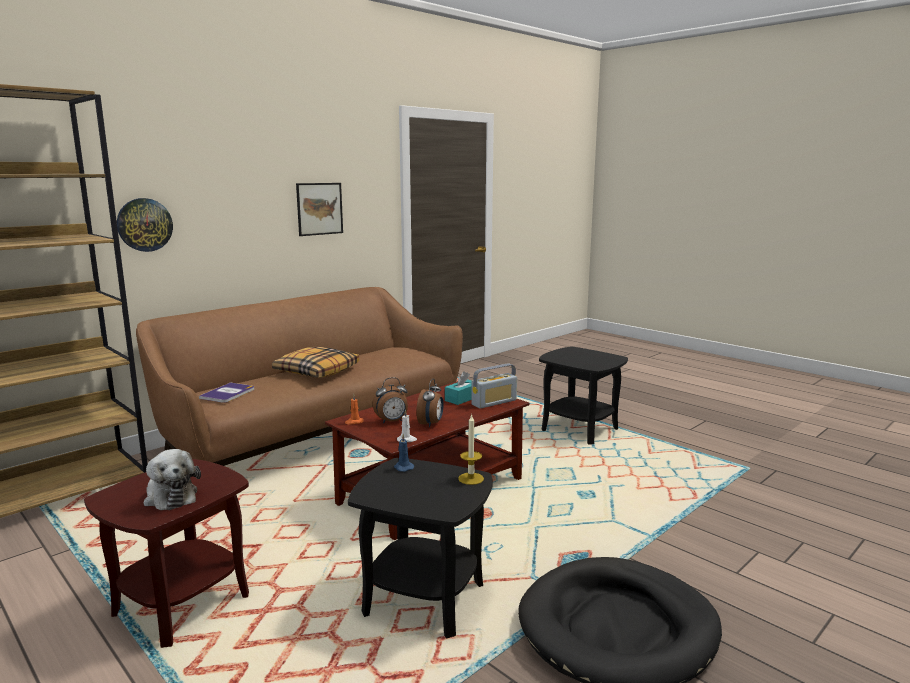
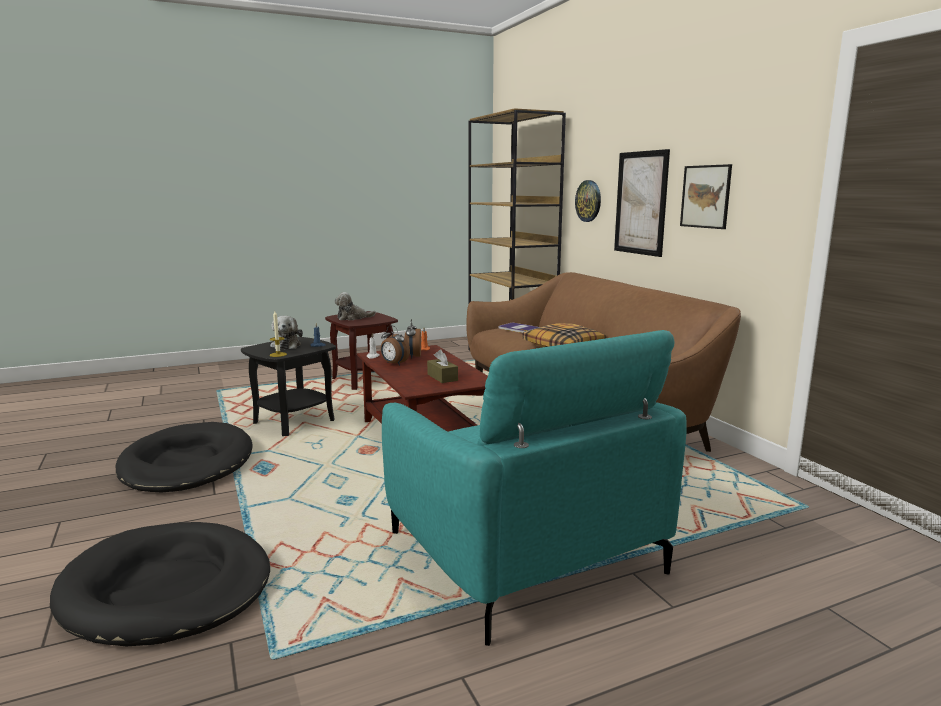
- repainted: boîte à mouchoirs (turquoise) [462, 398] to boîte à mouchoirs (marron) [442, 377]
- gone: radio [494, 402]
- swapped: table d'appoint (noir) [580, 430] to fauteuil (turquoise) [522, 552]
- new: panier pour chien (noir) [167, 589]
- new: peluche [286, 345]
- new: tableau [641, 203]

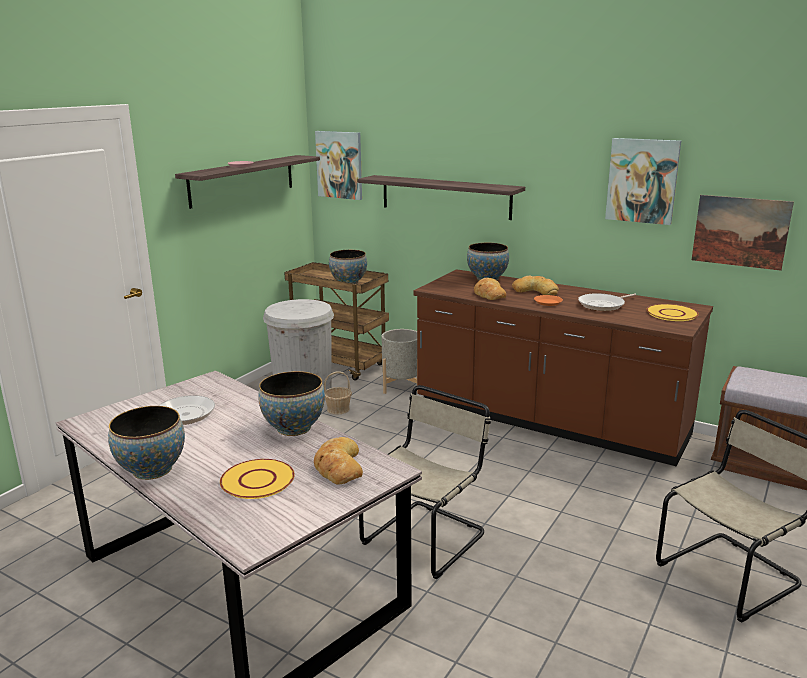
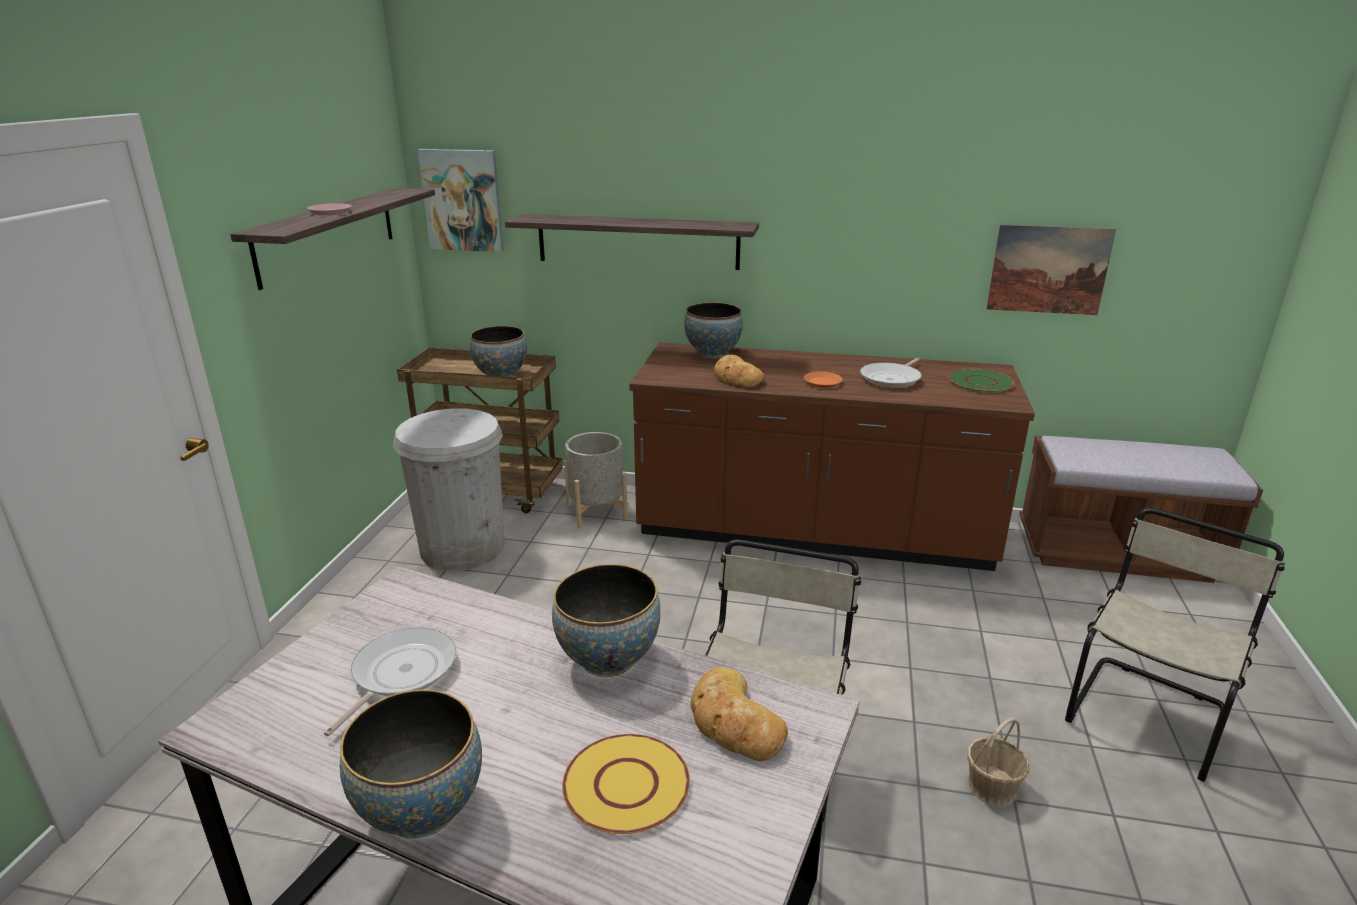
- shifted: panier [338, 409] to [992, 786]
- gone: pain [535, 291]
- gone: tableau [642, 180]
- repainted: assiette (jaune) [671, 313] to assiette (vert) [980, 382]

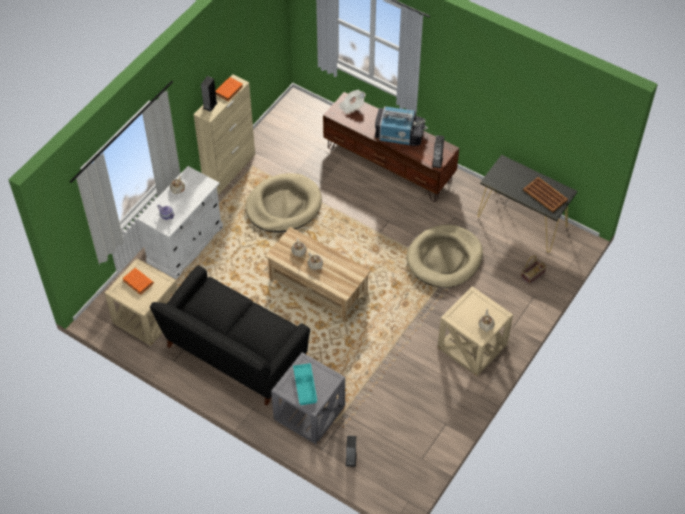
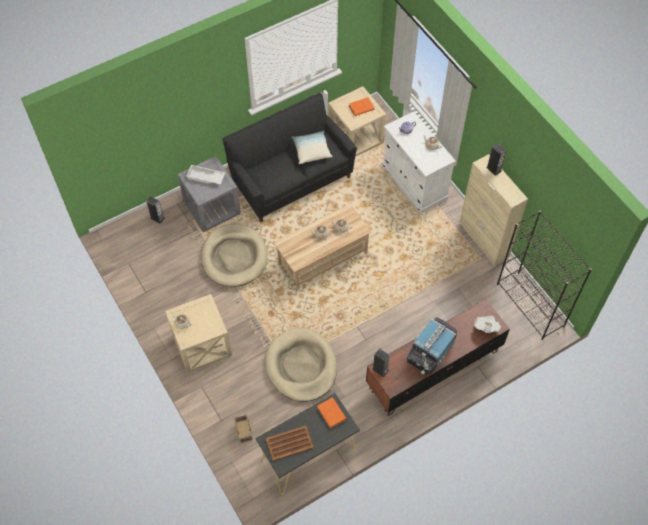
- shifted: livre (orange) [229, 89] to [332, 414]
- shifted: panier pour chien (beige) [283, 206] to [234, 257]
- repainted: plateau (turquoise) [305, 386] to plateau (blanc) [205, 177]
- new: coussin [311, 151]
- new: bibliothèque (noir) [530, 305]

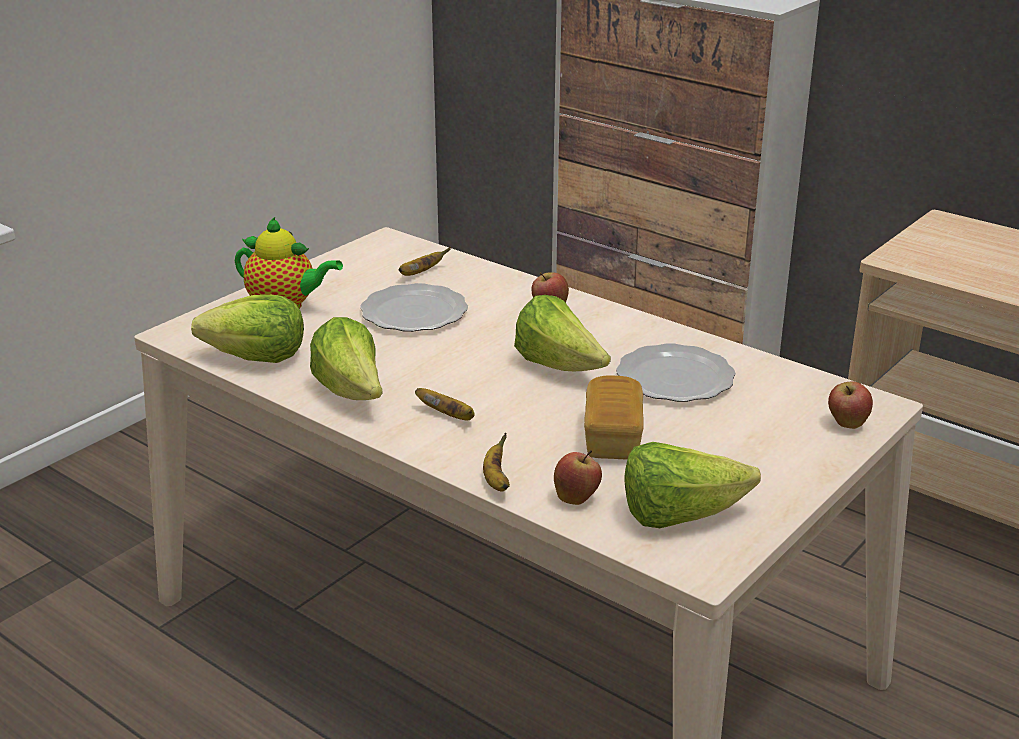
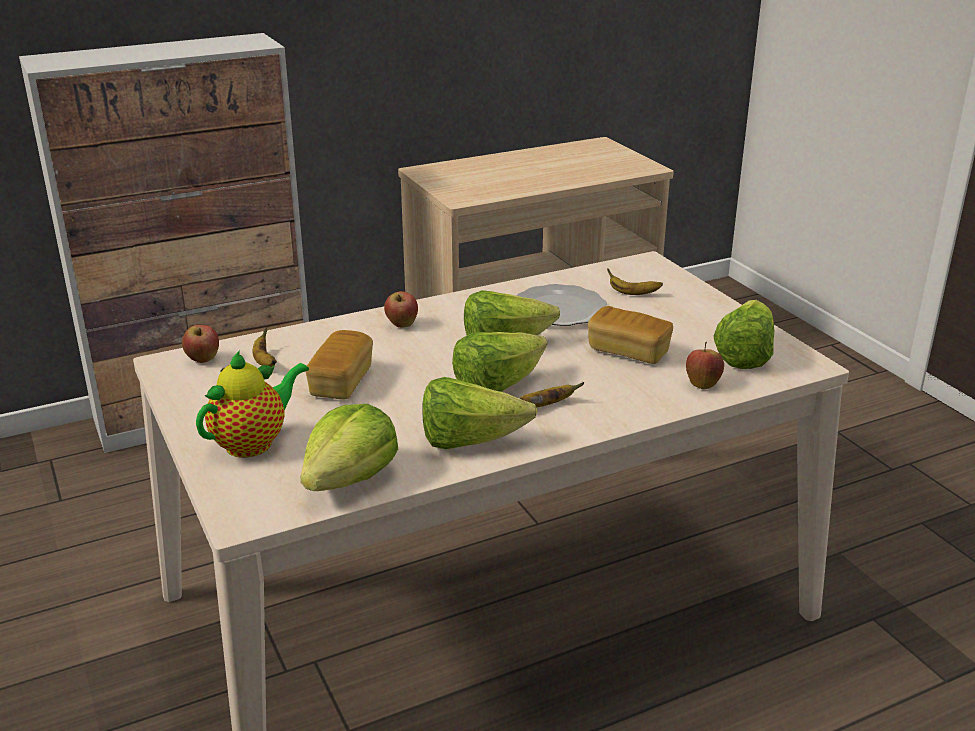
- swapped: assiette [413, 312] to pain [341, 382]
- shifted: banane [496, 480] to [632, 293]
- shifted: pomme [847, 424] to [203, 360]
- new: laitue [497, 386]

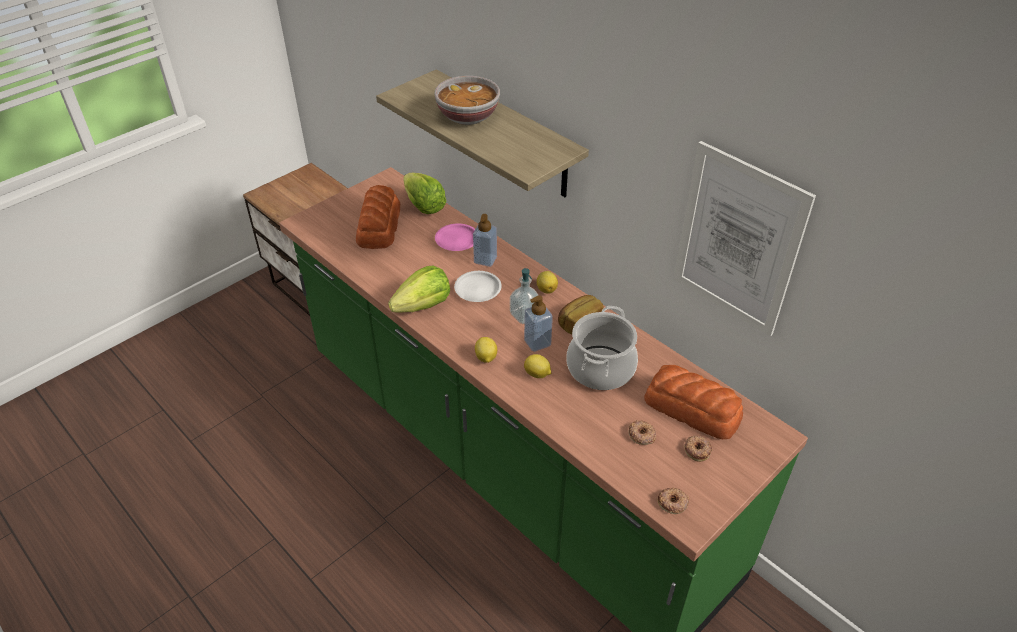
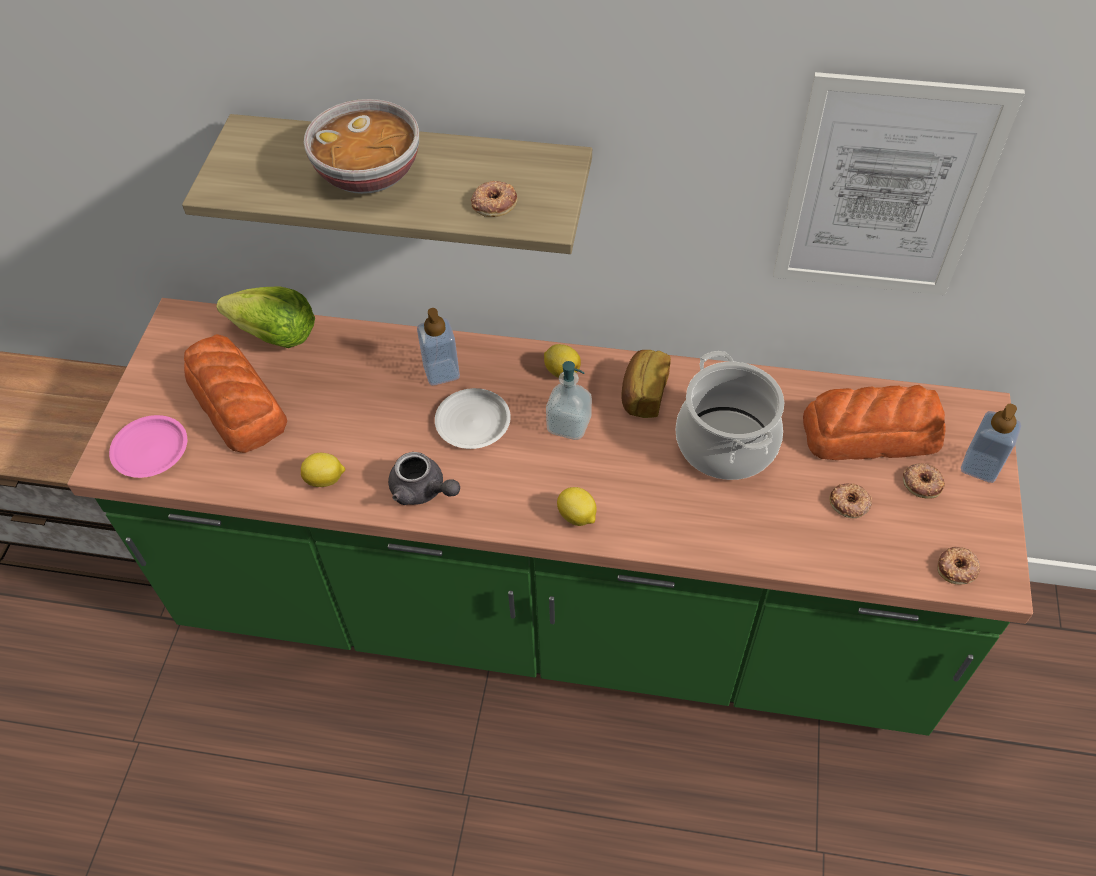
- swapped: laitue [423, 306] to théière (gris) [423, 491]
- shifted: assiette (rose) [457, 240] to [151, 450]
- shifted: distributeur de savon [537, 342] to [980, 466]
- shifted: citron [537, 374] to [325, 480]
- new: beignet [494, 202]

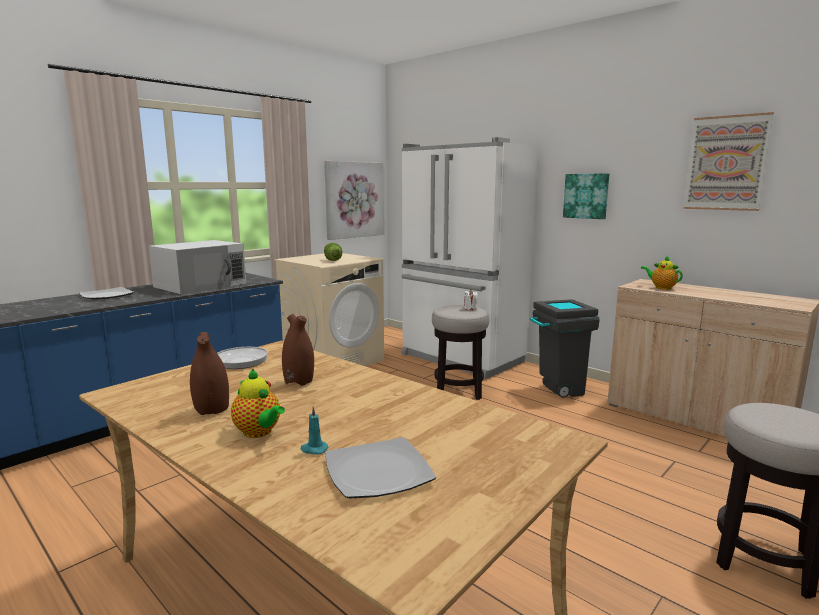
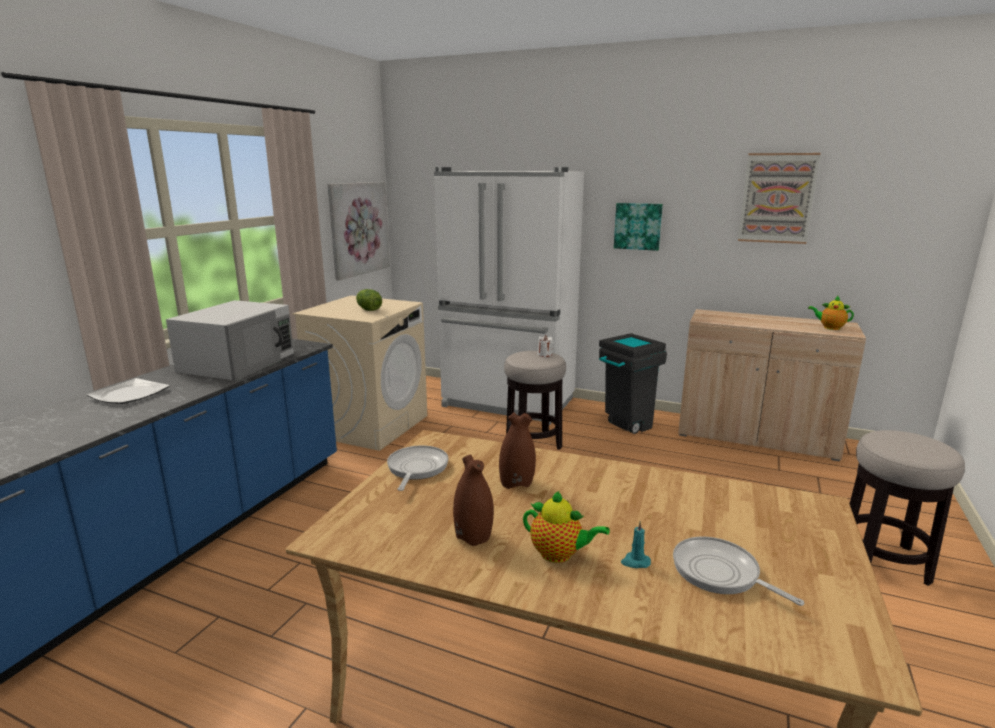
- swapped: assiette [377, 472] to poêle [720, 573]
- shifted: théière [661, 288] to [829, 327]

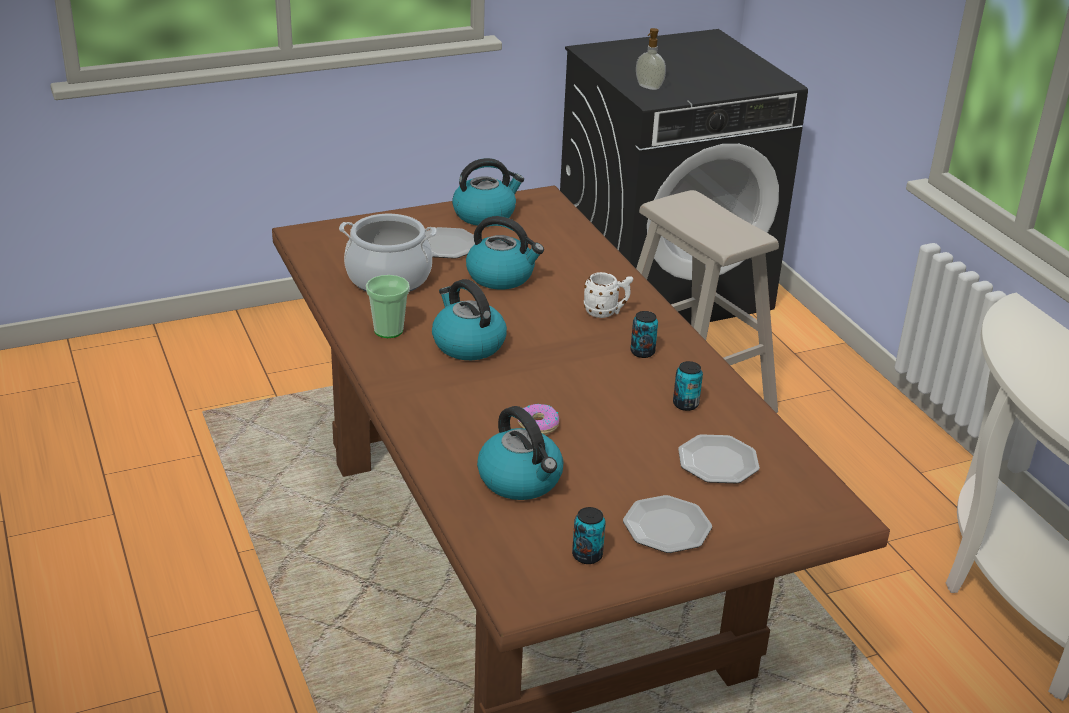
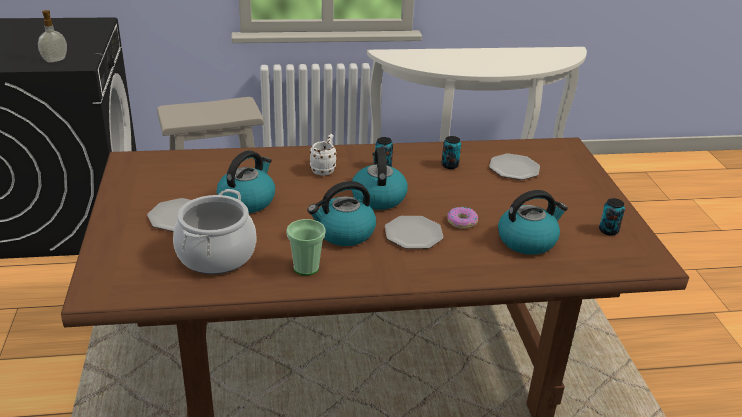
- shifted: bouilloire [485, 214] to [378, 197]
- shifted: assiette [667, 527] to [413, 234]

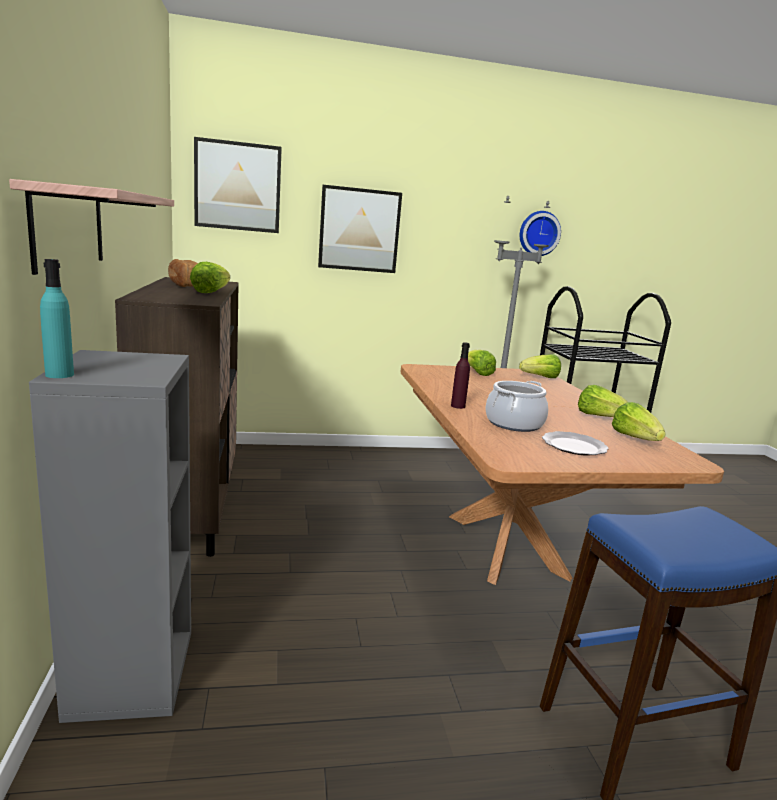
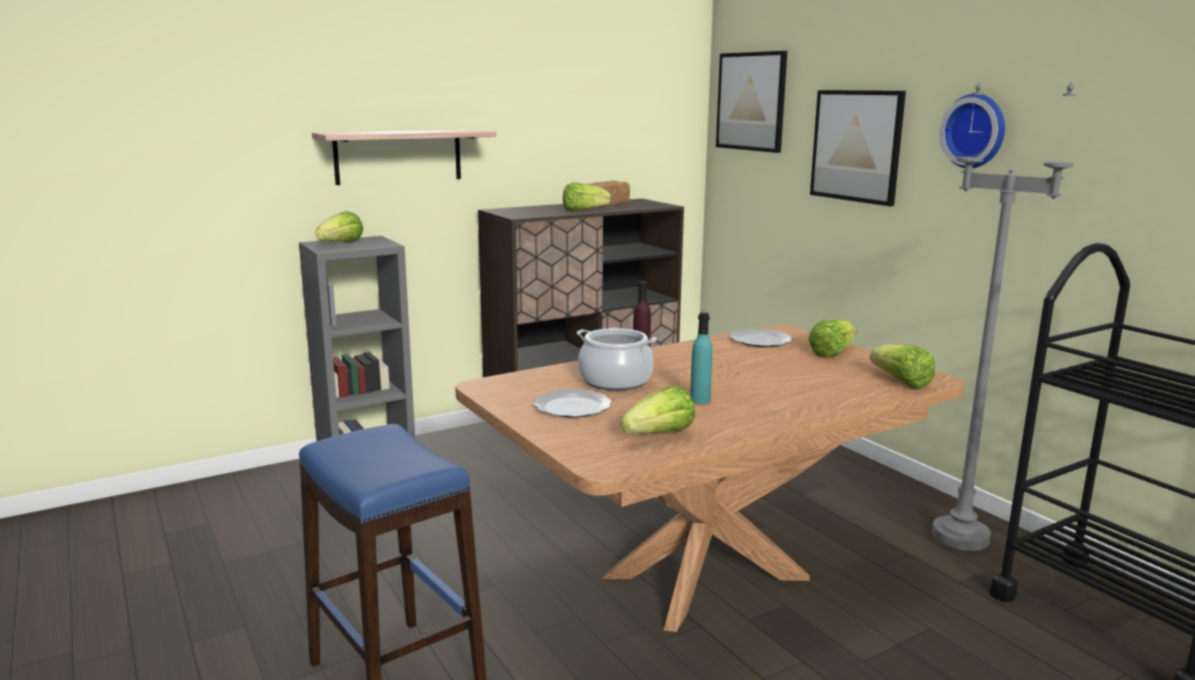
- shifted: bouteille (turquoise) [59, 375] to [700, 400]
- shifted: horloge murale [538, 233] to [976, 131]
- shifted: laitue [600, 417] to [341, 244]
- new: assiette [761, 340]

